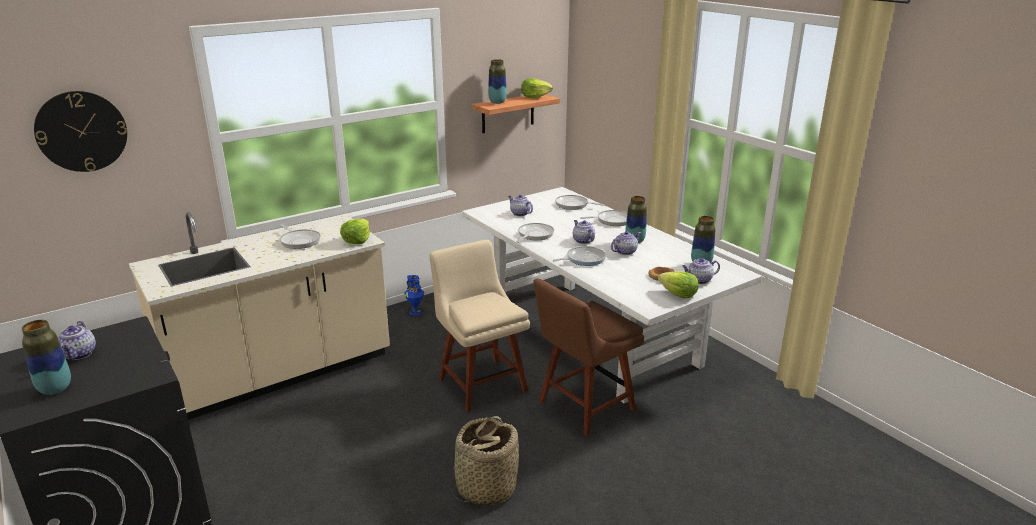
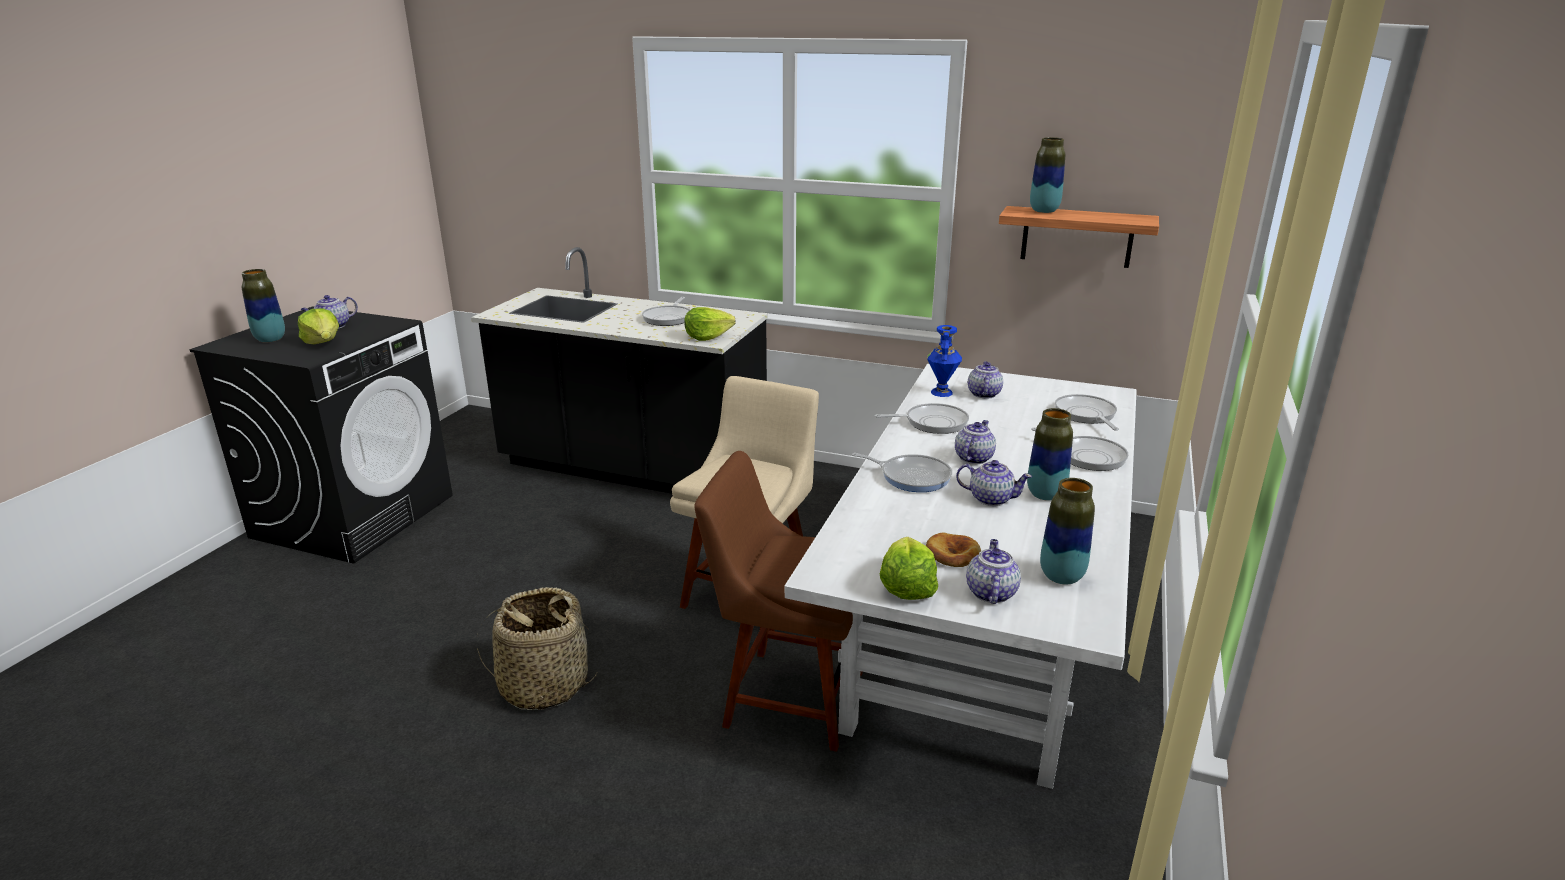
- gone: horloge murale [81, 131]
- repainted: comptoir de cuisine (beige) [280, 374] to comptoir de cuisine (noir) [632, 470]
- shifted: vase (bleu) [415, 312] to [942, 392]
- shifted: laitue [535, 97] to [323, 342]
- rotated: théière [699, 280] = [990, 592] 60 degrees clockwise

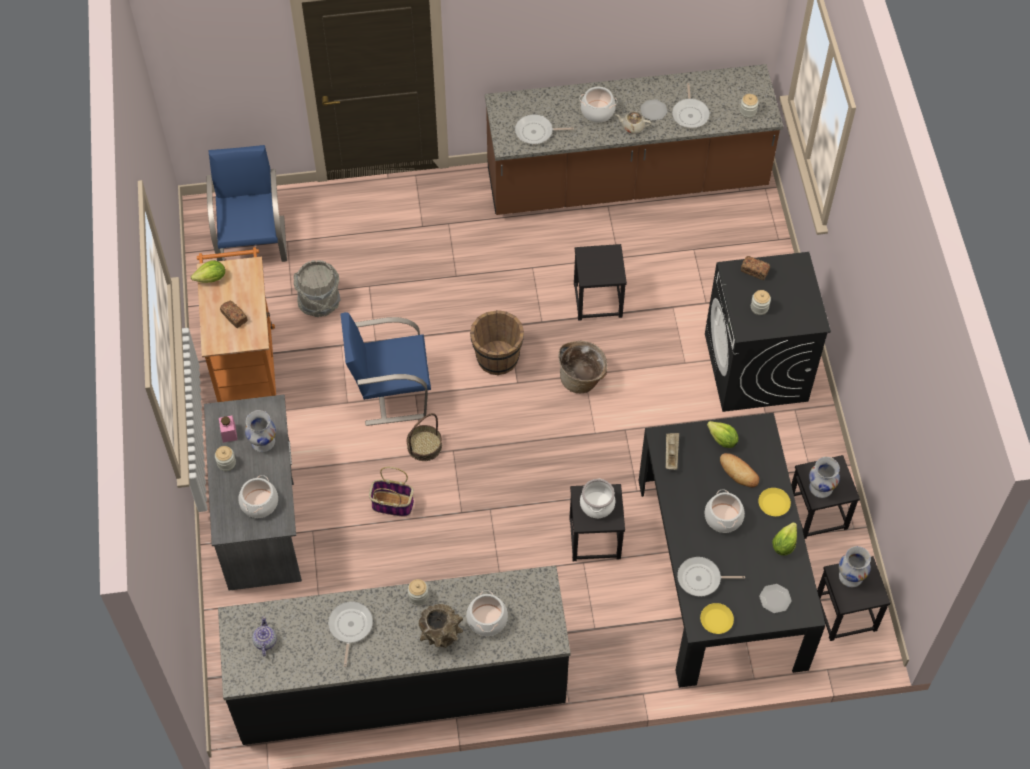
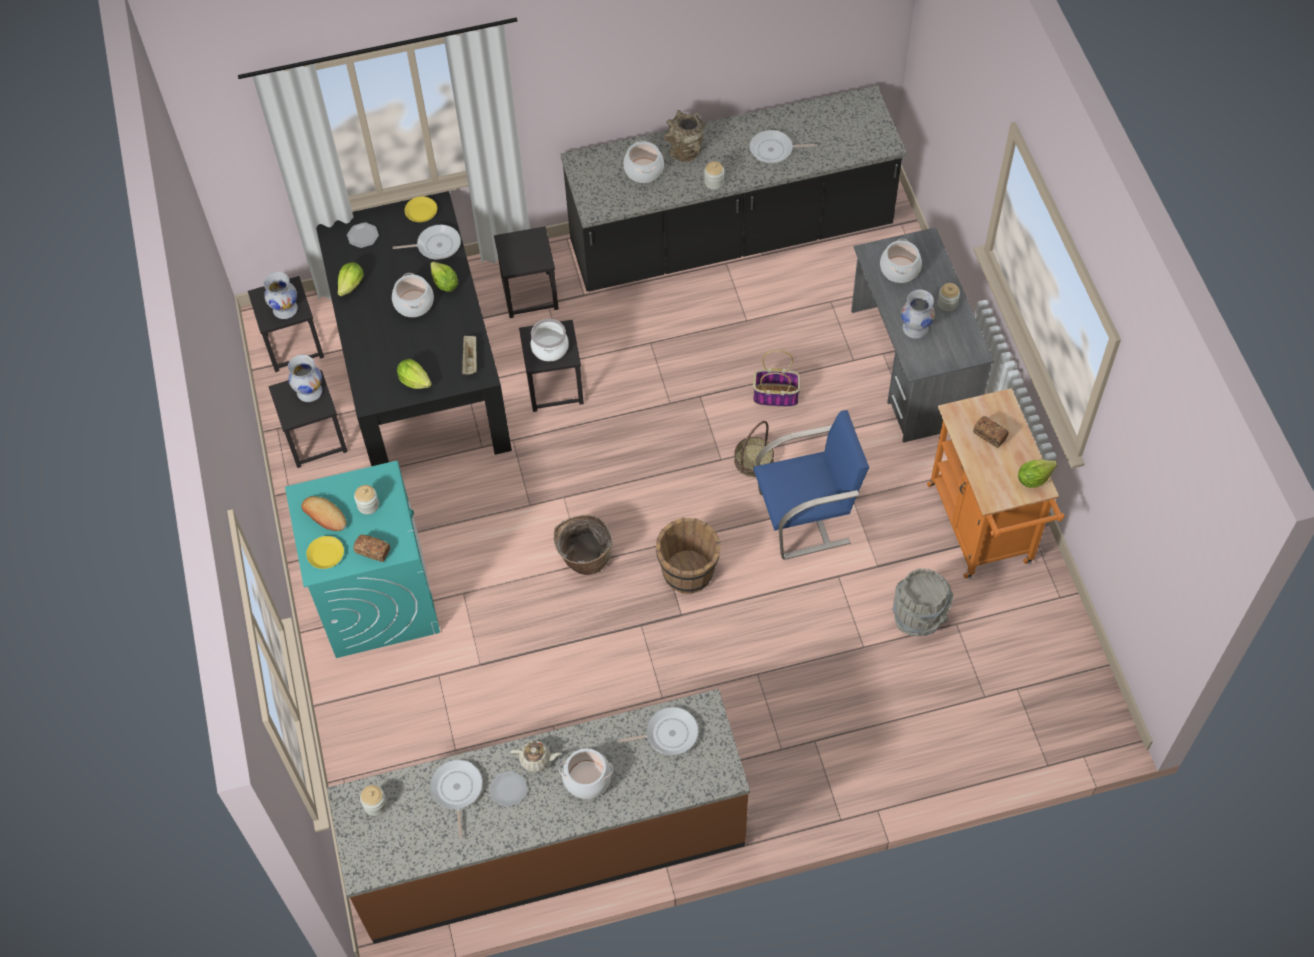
- gone: chaise (bleu) [252, 241]
- gone: bocal (rose) [229, 433]
- gone: théière [265, 641]
- rotated: poêle [350, 627] = [774, 150] 90 degrees clockwise
- shifted: tabouret (noir) [597, 300] to [530, 294]
- repainted: lave-linge (noir) [756, 368] to lave-linge (turquoise) [377, 596]
- shifted: pain [739, 472] to [324, 516]
- shifted: assiette (jaune) [773, 503] to [326, 555]
- new: laitue [445, 284]

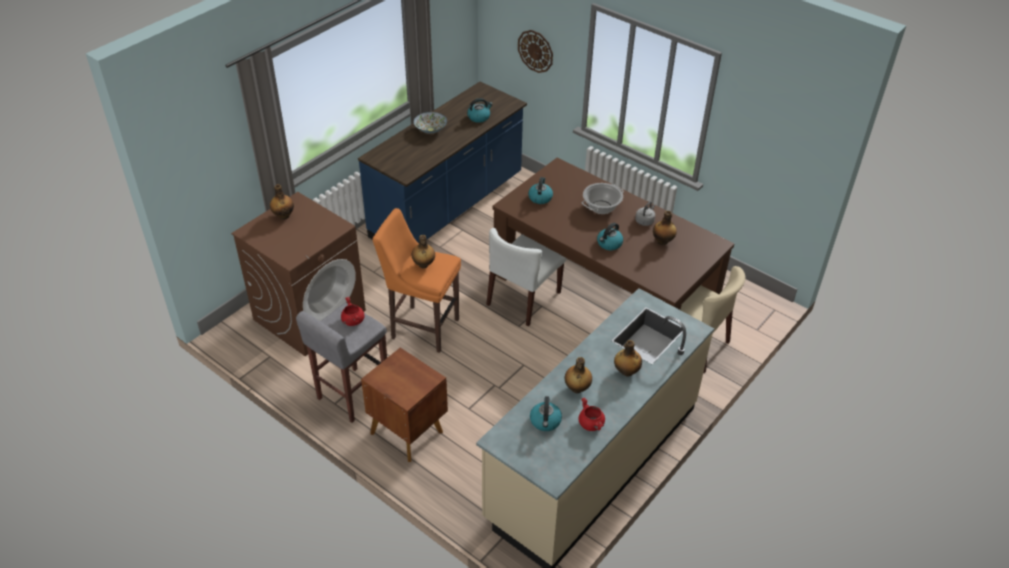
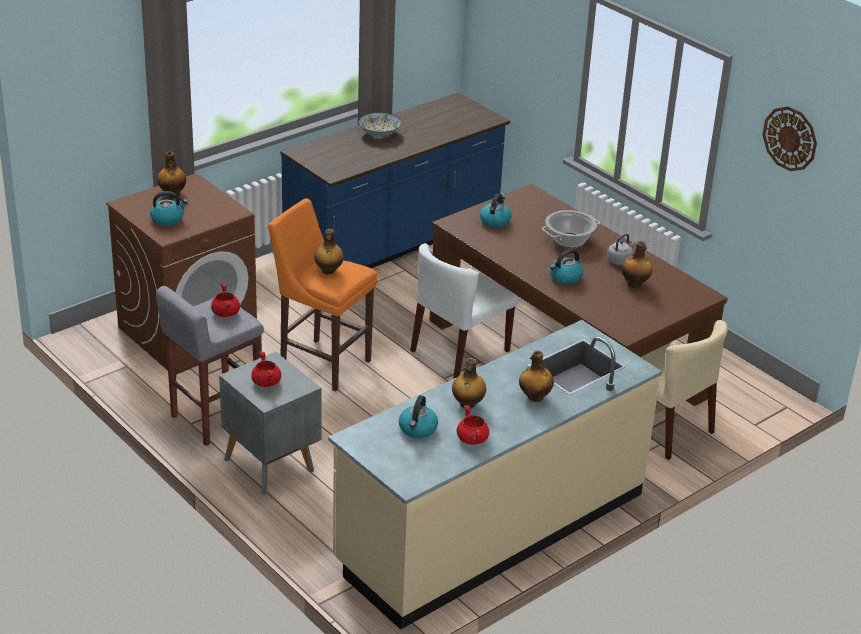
- repainted: table de chevet (marron) [406, 431] to table de chevet (gris) [269, 463]
- shifted: bouilloire [479, 117] to [168, 219]
- shifted: horloge murale [535, 51] to [790, 138]
- new: marmite (rouge) [265, 382]

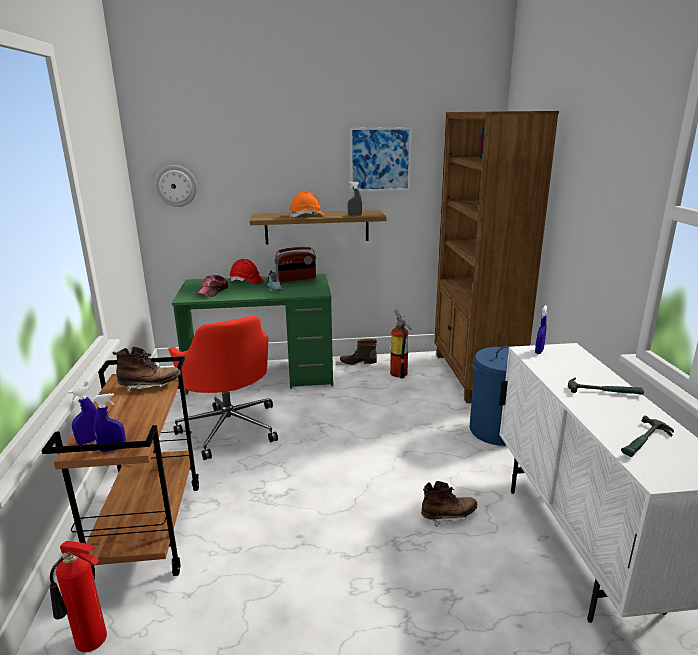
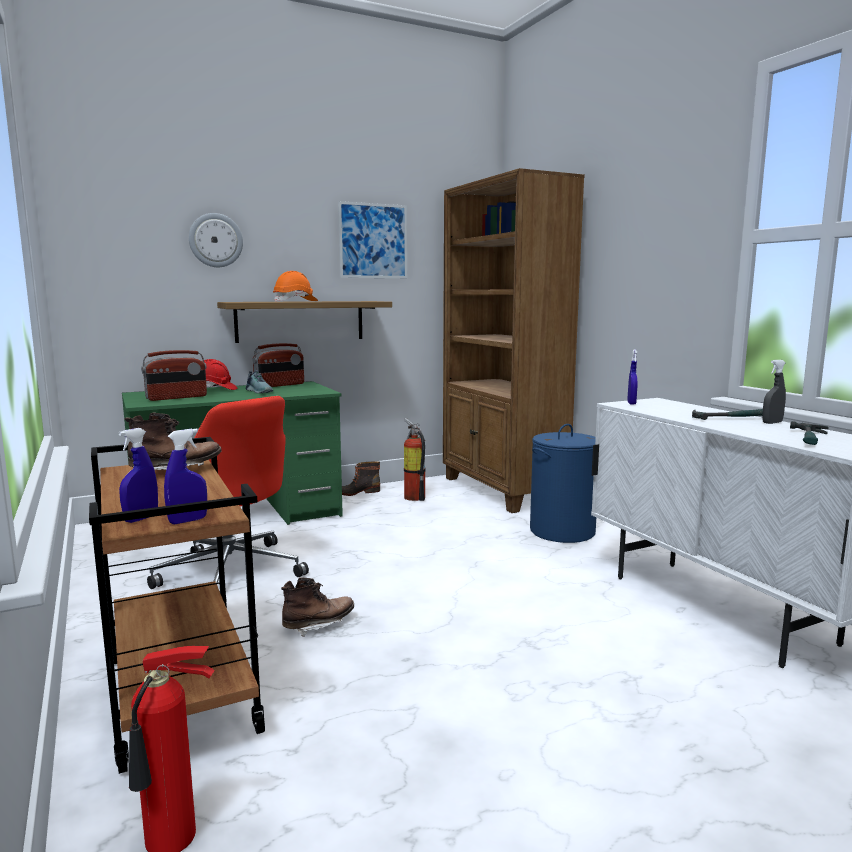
- shifted: horloge murale [176, 186] to [216, 240]
- swapped: casquette [213, 291] to radio [177, 397]
- shifted: vaporisateur (gris) [354, 216] to [772, 422]
- shifted: botte (marron) [448, 516] to [318, 625]

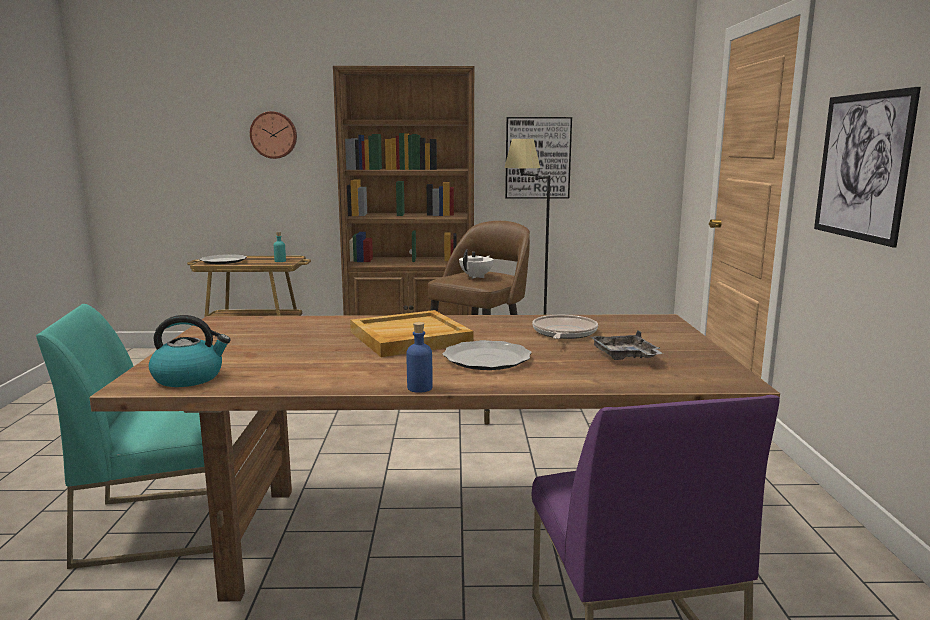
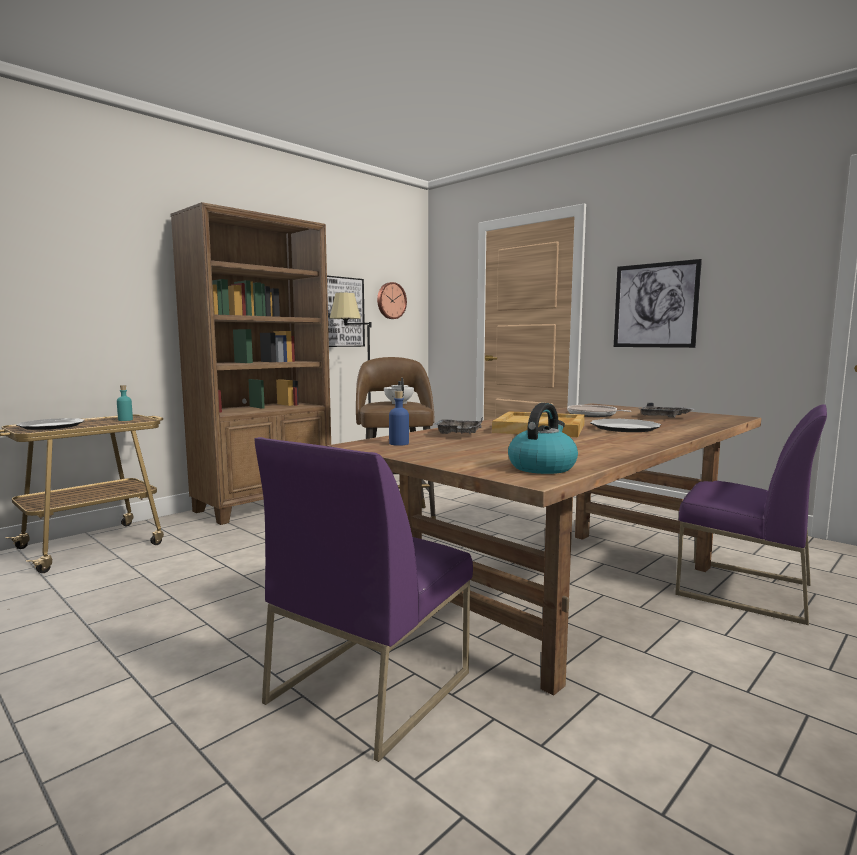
- repainted: chaise (turquoise) [160, 524] to chaise (violet) [369, 686]
- shifted: horloge murale [274, 135] to [390, 300]
- shifted: bouteille (bleu) [419, 388] to [399, 443]
- new: plateau (gris) [458, 434]

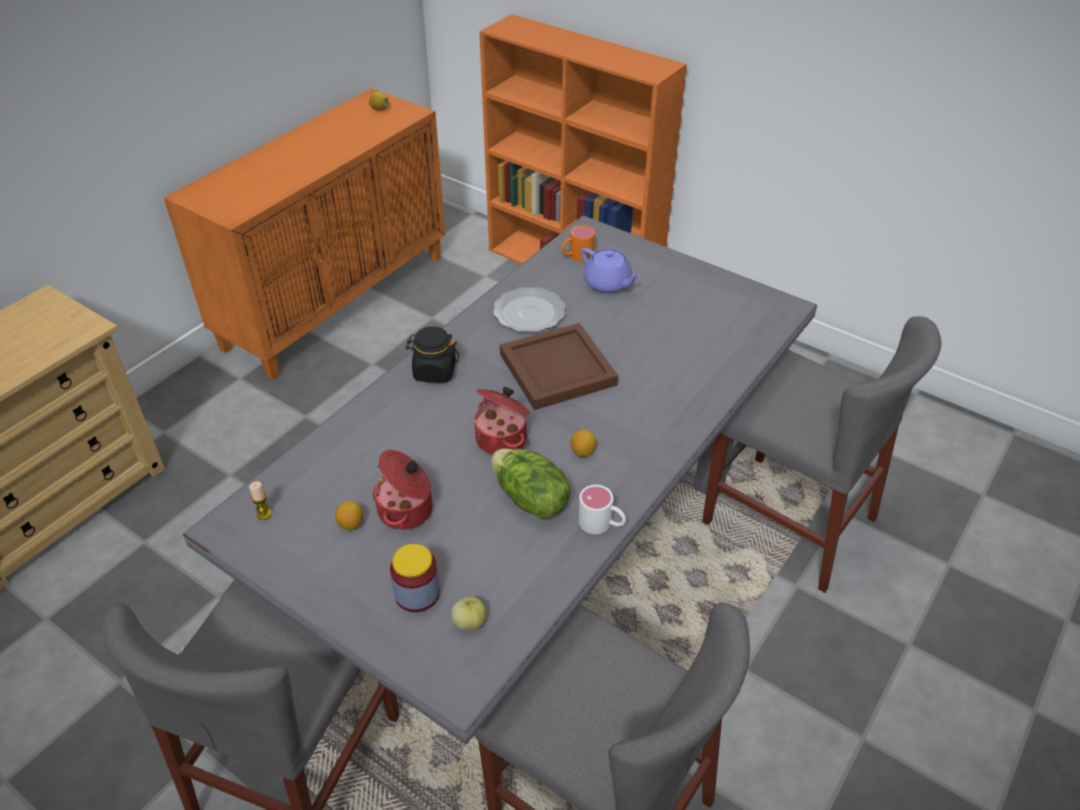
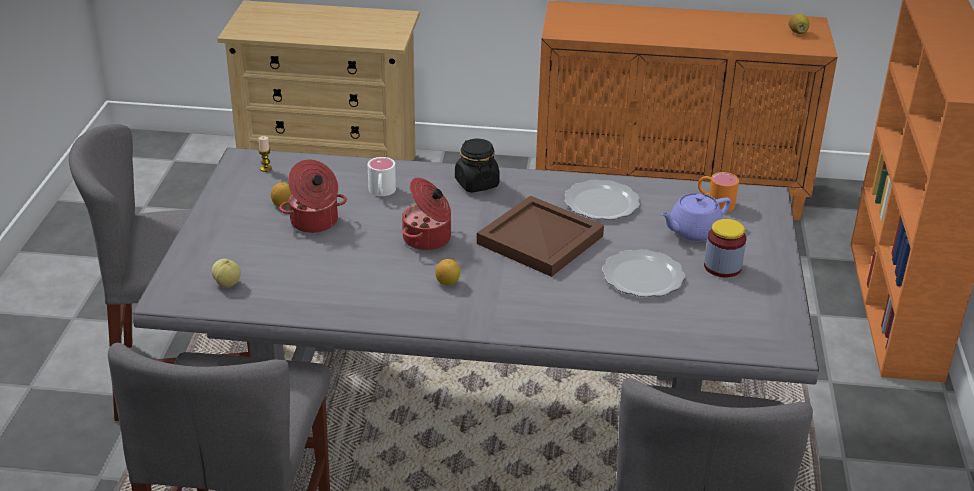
- shifted: bocal [417, 593] to [722, 267]
- gone: laitue [529, 499]
- shifted: mug (blanc) [602, 524] to [381, 192]
- rotated: théière (violet) [608, 284] = [693, 231] 45 degrees clockwise
- new: assiette [642, 277]

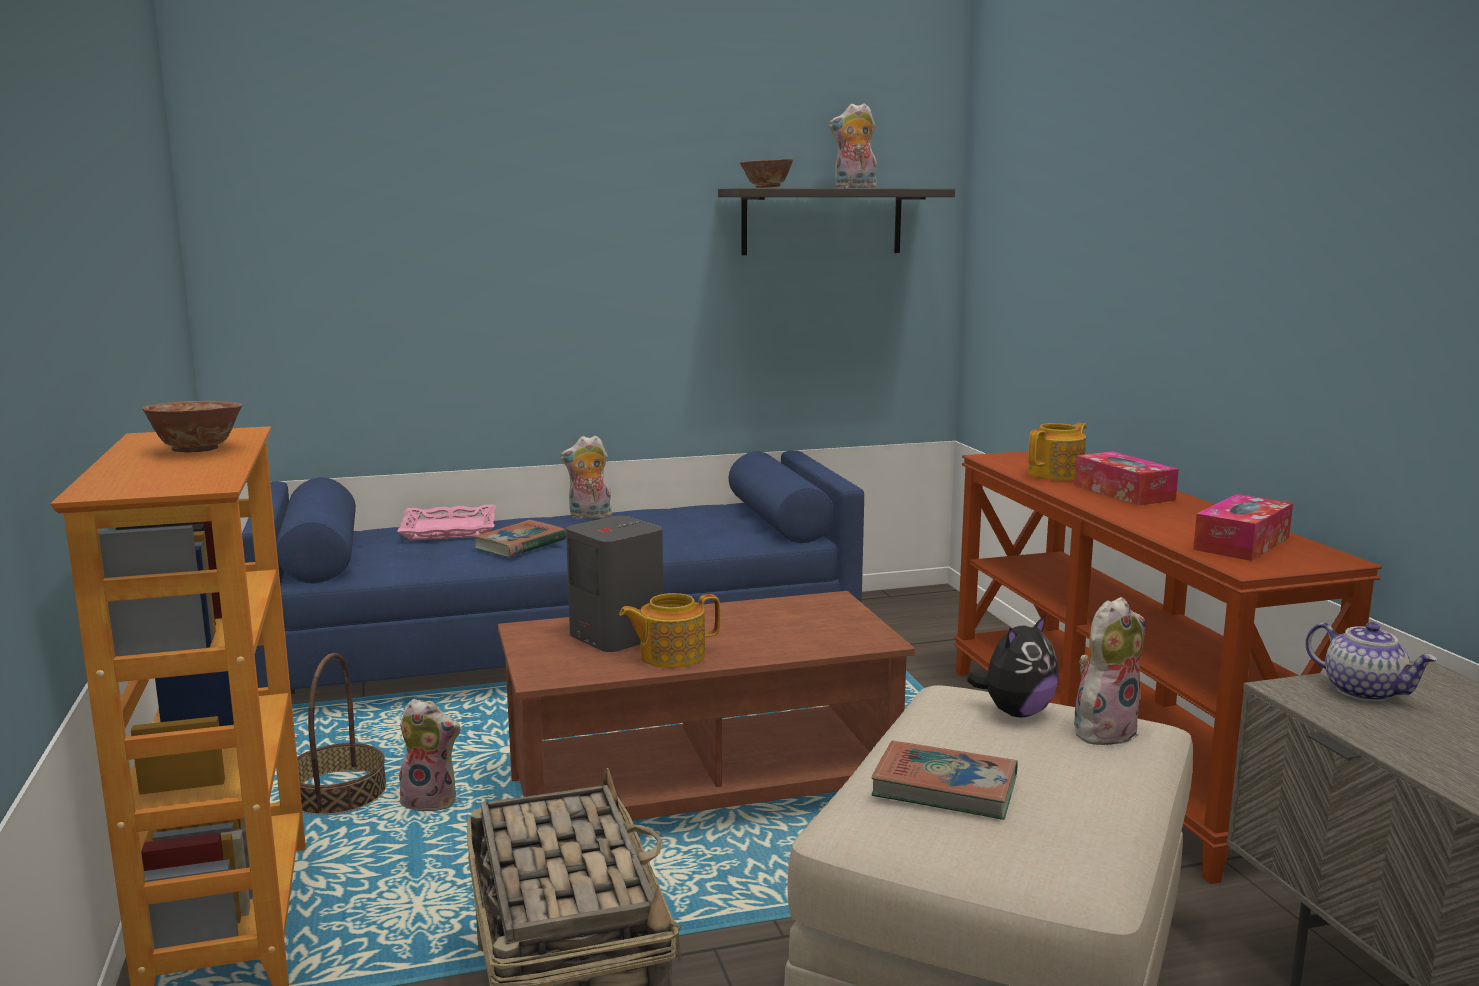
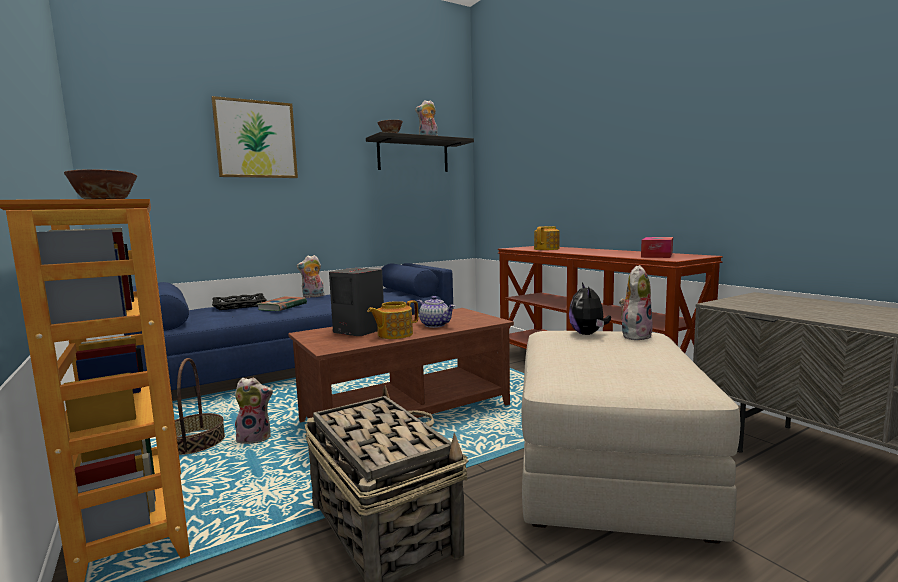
- repainted: plateau (rose) [448, 530] to plateau (noir) [239, 305]
- gone: livre [945, 788]
- rotated: peluche [1016, 712] = [588, 334] 150 degrees clockwise
- gone: boîte à mouchoirs [1123, 492]
- shifted: théière [1365, 691] to [435, 325]
- new: tableau [256, 139]

